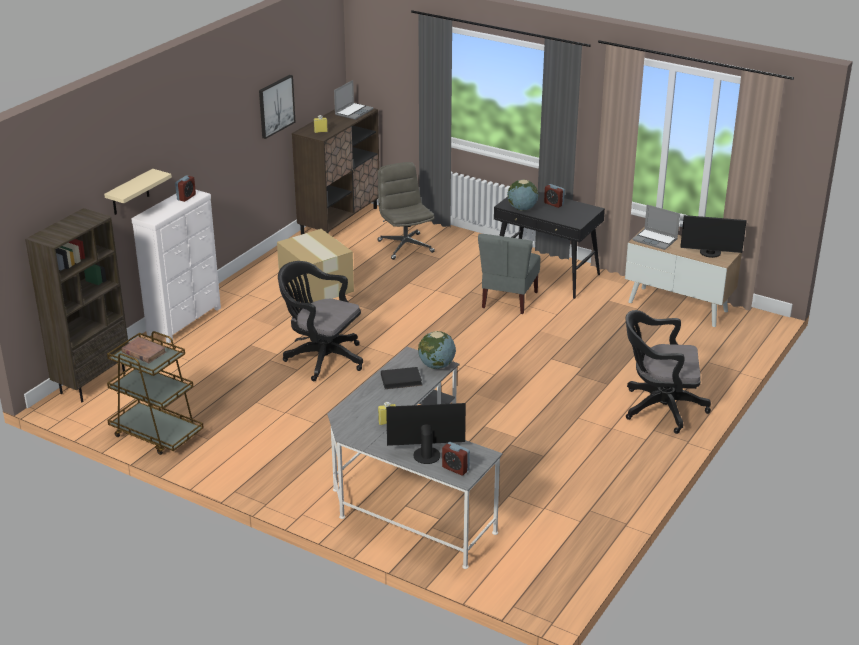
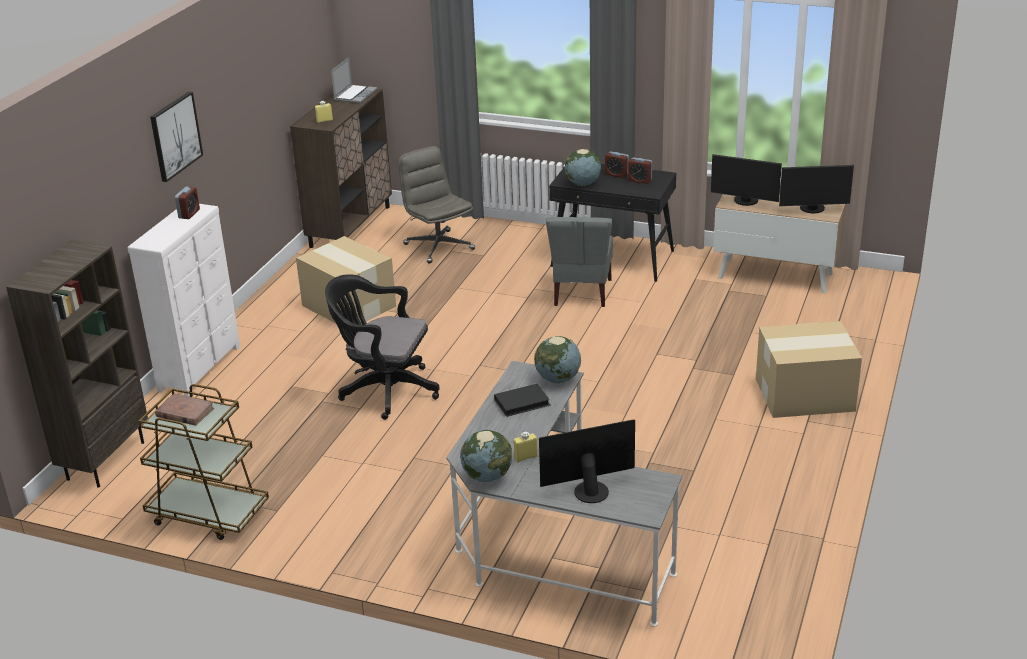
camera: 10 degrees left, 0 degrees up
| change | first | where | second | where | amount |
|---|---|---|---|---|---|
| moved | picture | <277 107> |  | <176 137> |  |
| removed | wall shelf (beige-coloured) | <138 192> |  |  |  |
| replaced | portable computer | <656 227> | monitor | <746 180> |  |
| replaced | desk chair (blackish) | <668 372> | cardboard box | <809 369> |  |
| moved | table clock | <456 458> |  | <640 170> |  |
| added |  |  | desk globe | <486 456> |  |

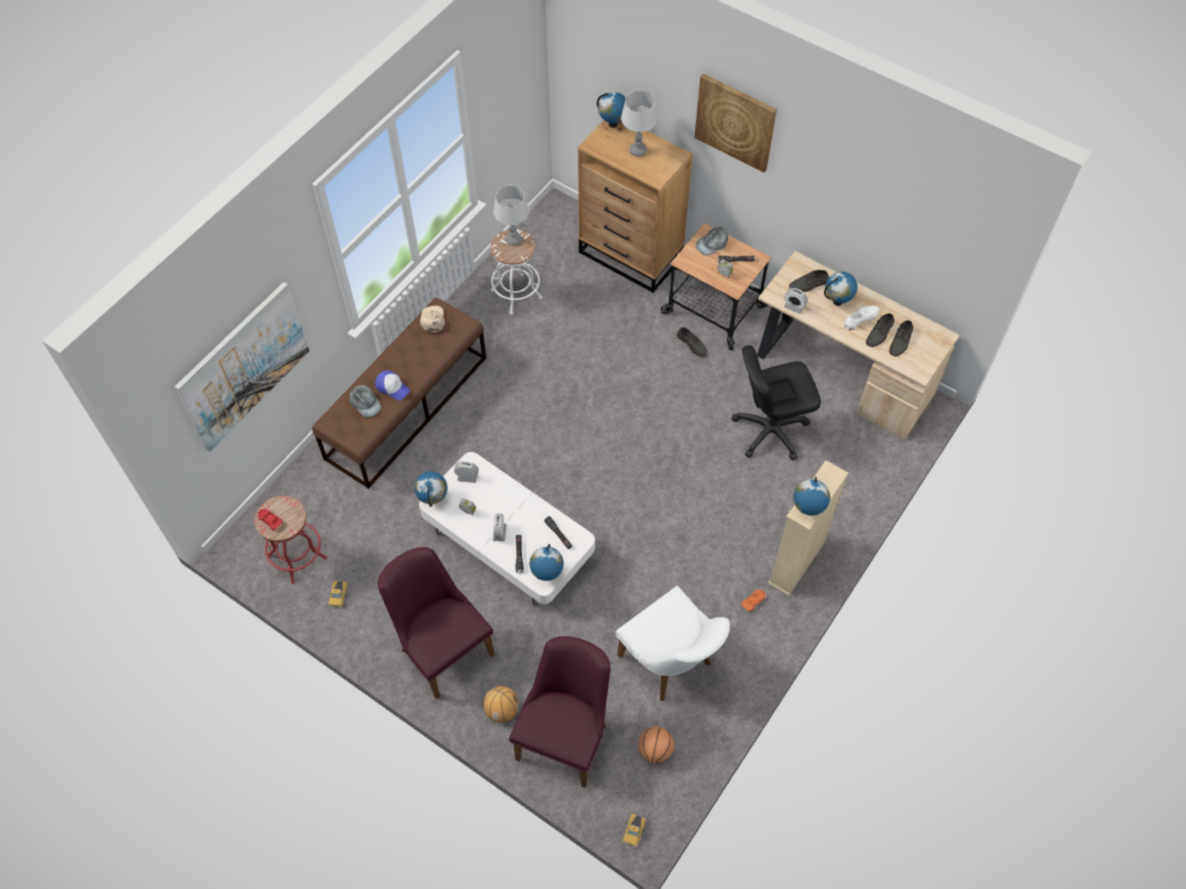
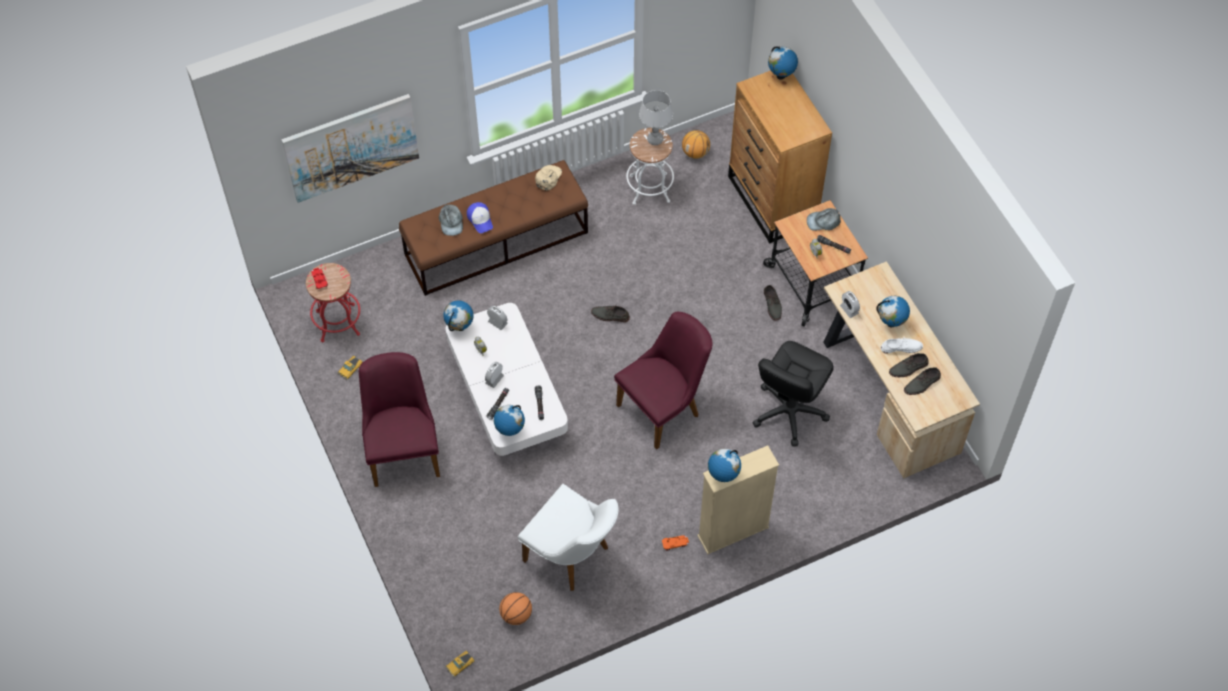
camera: 30 degrees right, 0 degrees up
| change | first | where | second | where | amount |
|---|---|---|---|---|---|
| removed | picture | <735 123> |  |  |  |
| removed | table lamp (greyish) | <639 123> |  |  |  |
| moved | item of footwear (greyish) | <809 281> |  | <610 313> |  |
| turned | desk chair (blackish) | <776 403> |  | <793 394> | 75 degrees counterclockwise |
| turned | upright chair (white-coloured) | <673 643> |  | <568 537> | 45 degrees counterclockwise |
| moved | upright chair (purple-coloured) | <559 712> |  | <663 381> |  |
| moved | basketball ball | <501 704> |  | <696 144> |  |

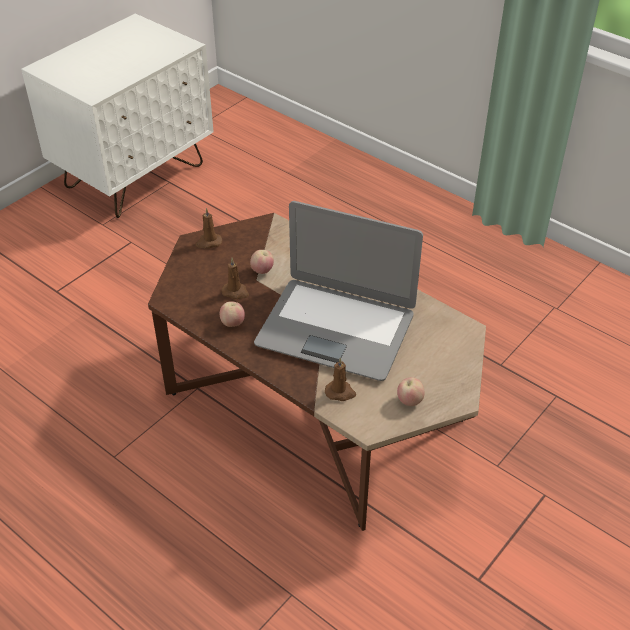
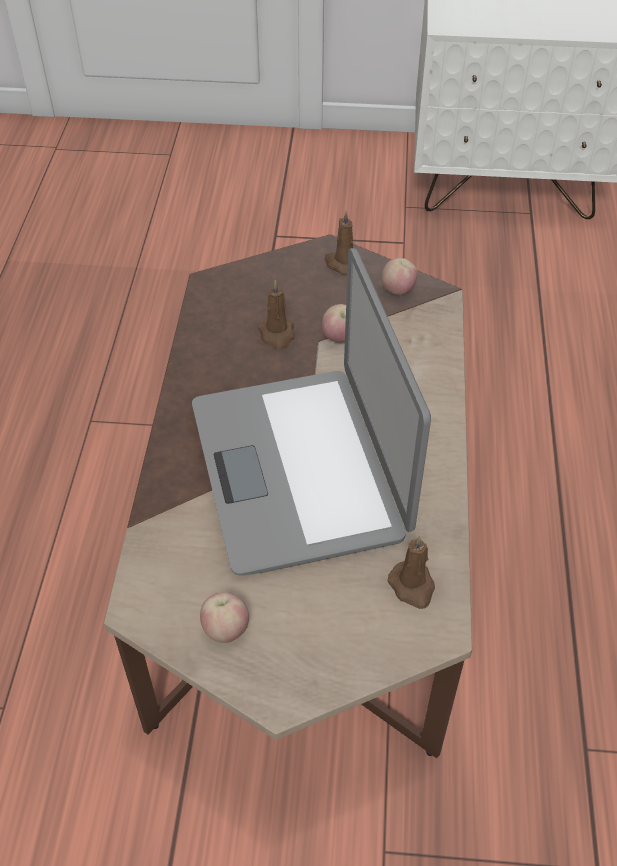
camera: 55 degrees right, 5 degrees up
| change | first | where | second | where | amount |
|---|---|---|---|---|---|
| moved | apple fruit | <232 314> |  | <399 276> |  |
| moved | wax light (brown-coloured) | <340 379> |  | <411 572> |  |

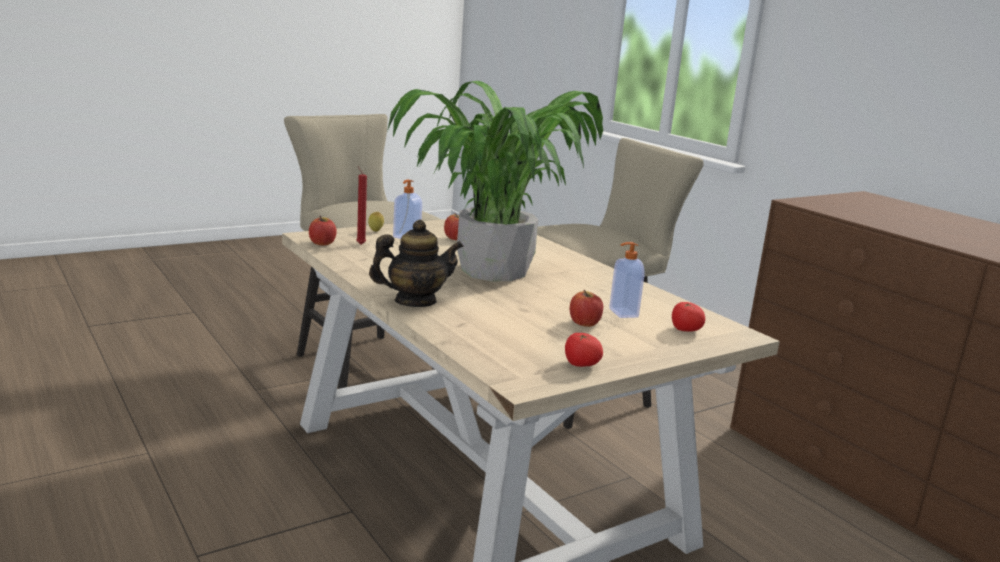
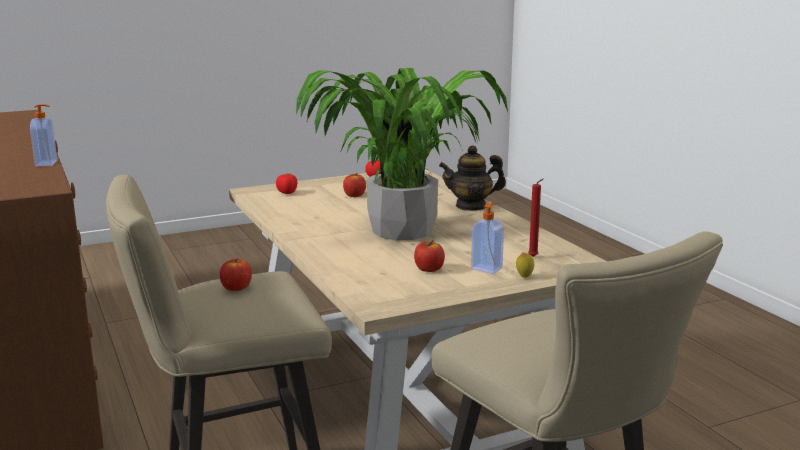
camera: 170 degrees left, 0 degrees up
| change | first | where | second | where | amount |
|---|---|---|---|---|---|
| moved | apple fruit | <323 231> |  | <236 275> |  |
| moved | soap bottle | <627 280> |  | <43 135> |  |

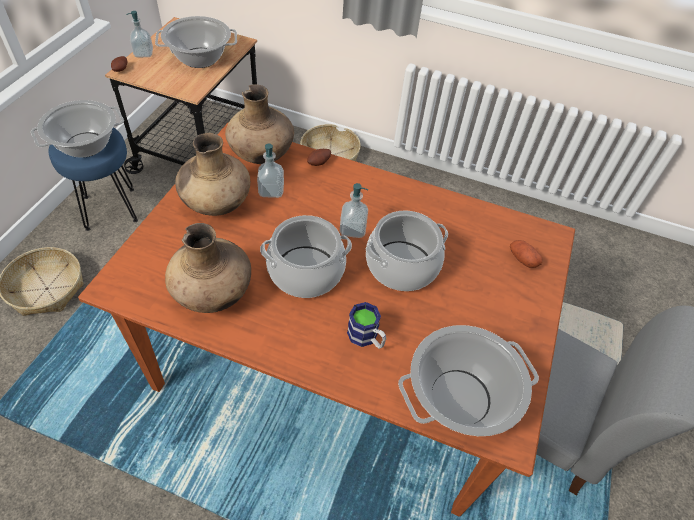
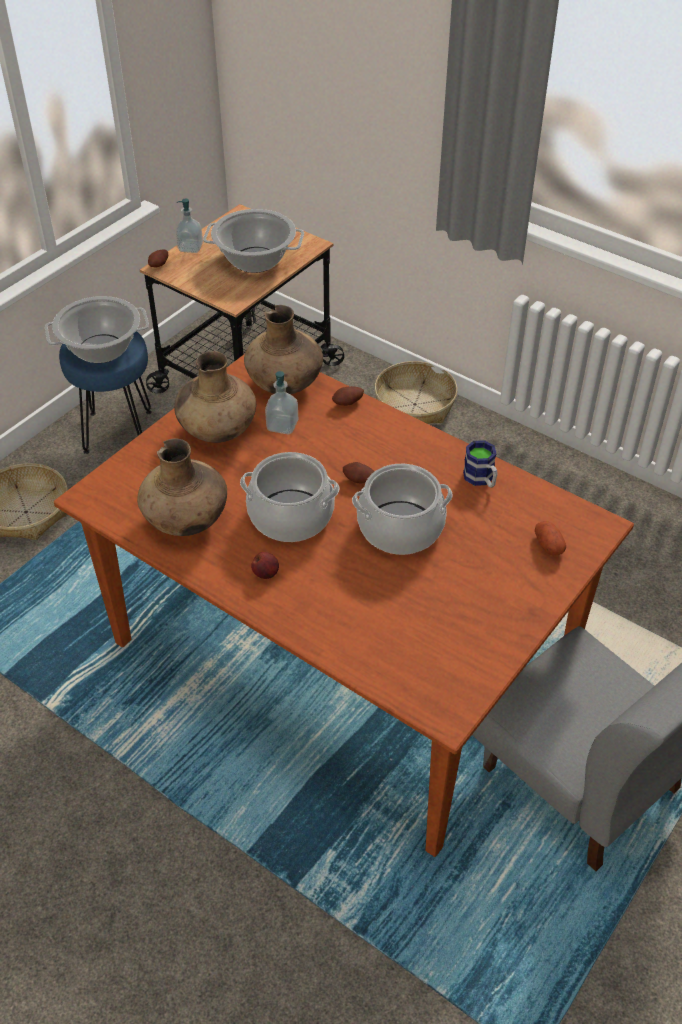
camera: 20 degrees right, 5 degrees down
| change | first | where | second | where | amount |
|---|---|---|---|---|---|
| replaced | soap bottle | <354 210> | spud | <359 472> |  |
| moved | tea mug | <366 325> |  | <480 464> |  |
| removed | cooking pot | <468 380> |  |  |  |
| added |  |  | apple fruit | <265 565> |  |

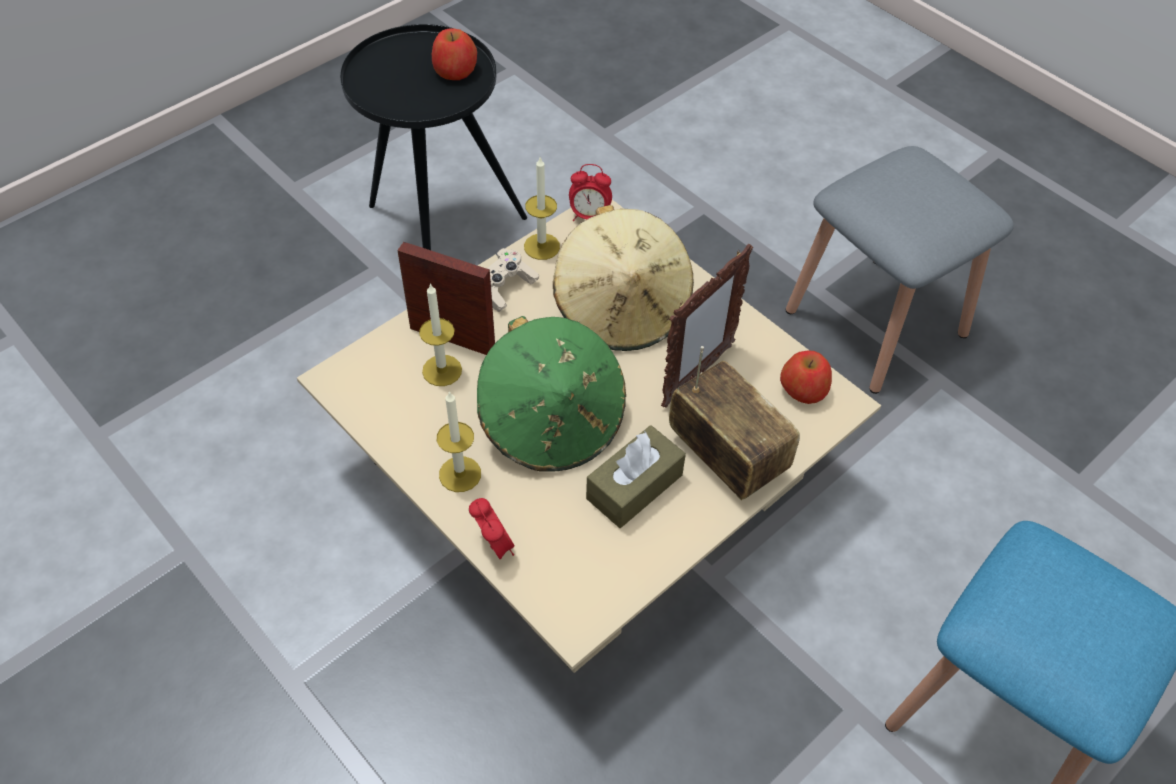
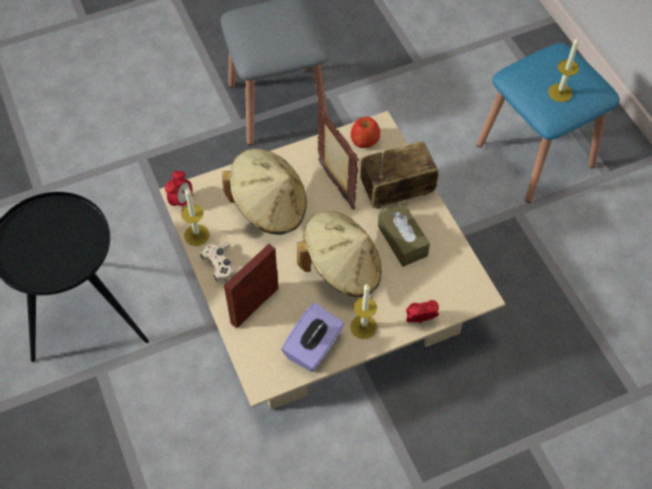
camera: 70 degrees left, 5 degrees up
| change | first | where | second | where | amount |
|---|---|---|---|---|---|
| removed | apple fruit | <454 54> |  |  |  |
| moved | wax light | <440 334> |  | <563 69> |  |
| recoloured | clothing hat (green-coloured) | <551 394> | clothing hat (beige-coloured) | <339 254> |  |
| added |  |  | tissue box (purple-coloured) | <312 337> |  |

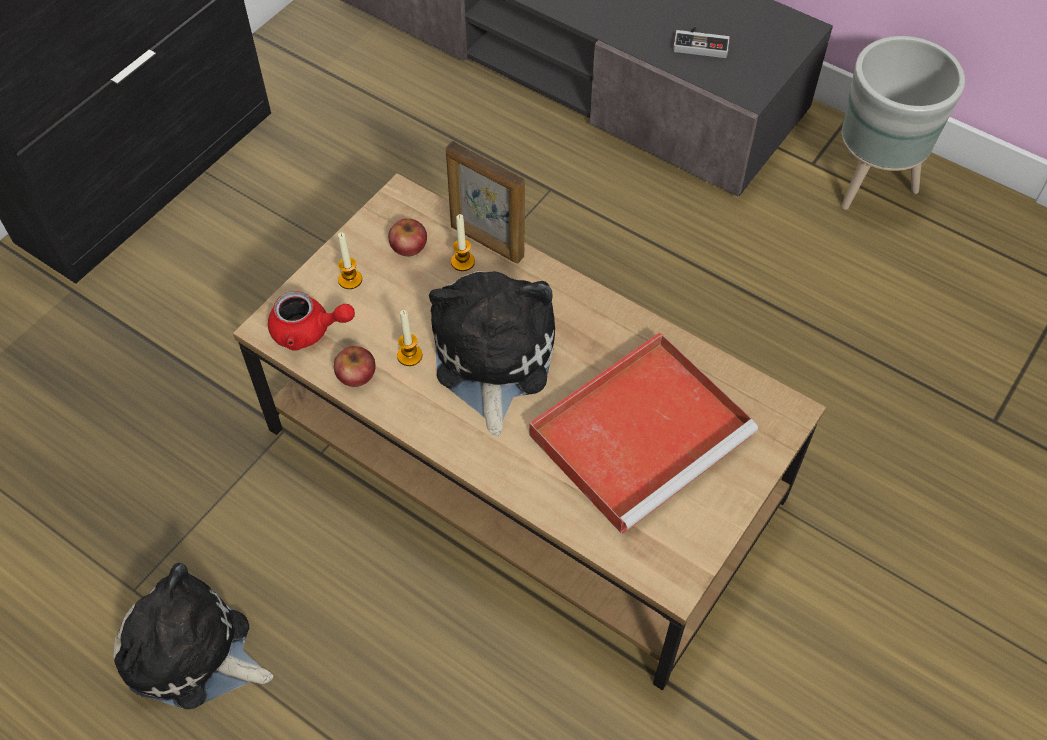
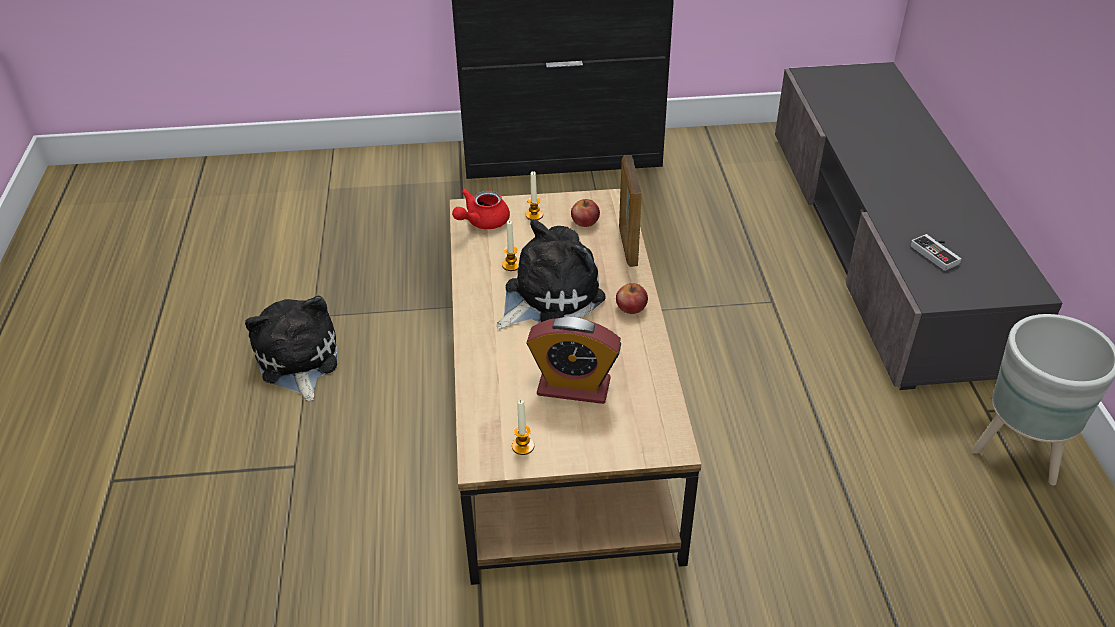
camera: 50 degrees right, 15 degrees down
| change | first | where | second | where | amount |
|---|---|---|---|---|---|
| moved | wax light | <463 242> |  | <523 427> |  |
| turned | teapot (red) | <311 321> |  | <481 209> | 75 degrees clockwise |
| replaced | carrying tray (red) | <643 433> | table clock | <574 360> |  |
| moved | apple fruit | <355 366> |  | <632 298> |  |

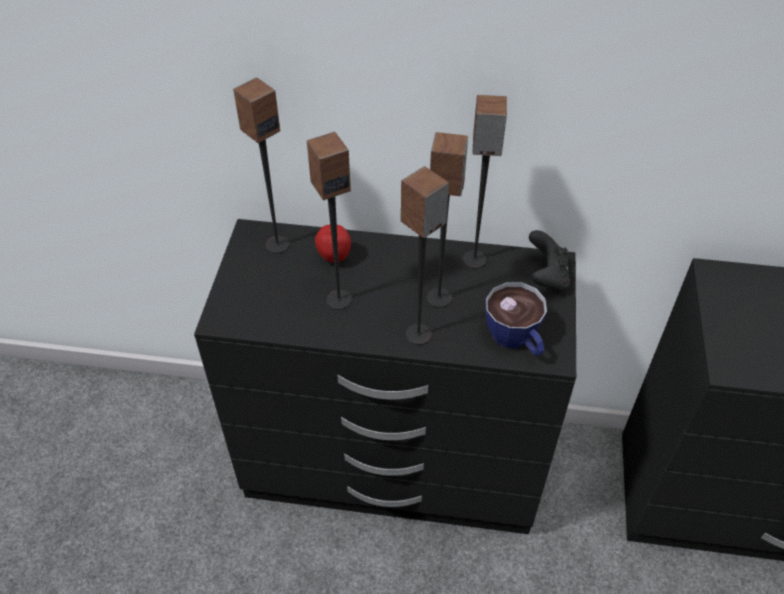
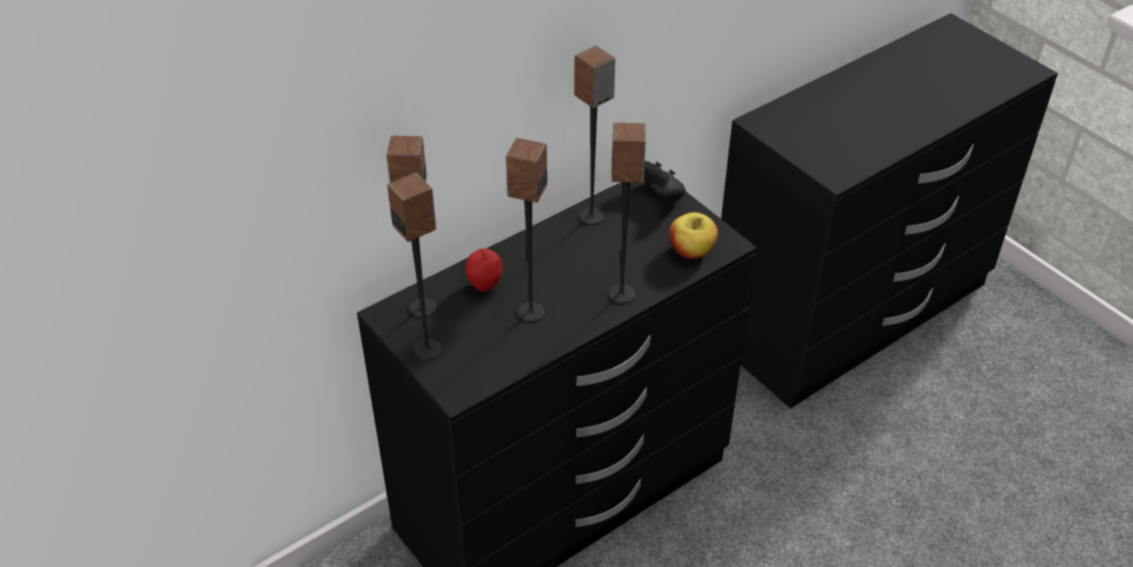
camera: 45 degrees left, 5 degrees down
| change | first | where | second | where | amount |
|---|---|---|---|---|---|
| moved | loudspeaker | <447 220> |  | <414 266> |  |
| replaced | drinking cup | <516 319> | apple fruit | <694 235> |  |

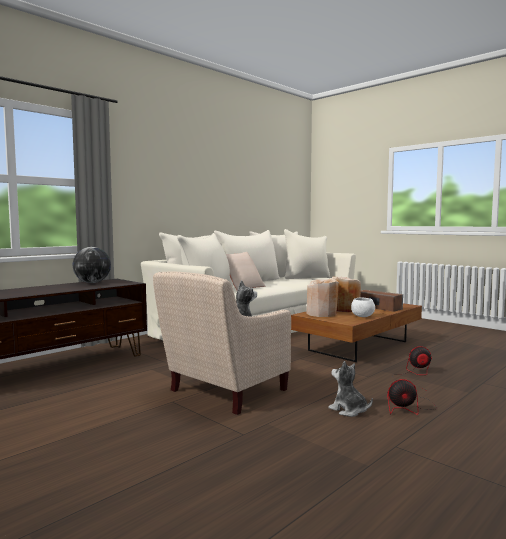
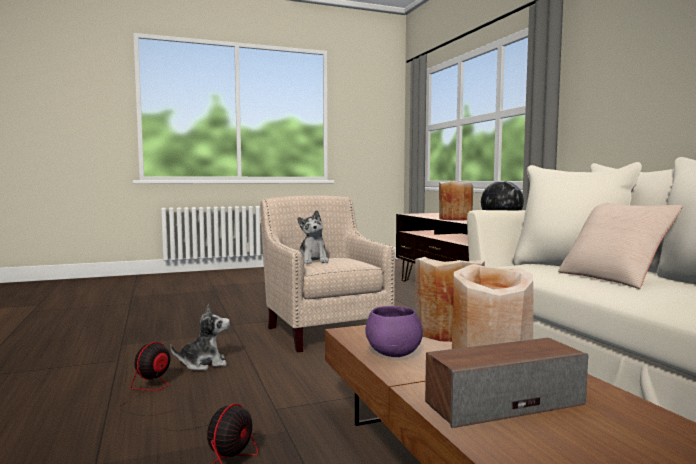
camera: 115 degrees right, 0 degrees up
| change | first | where | second | where | amount |
|---|---|---|---|---|---|
| recoloured | bowl (white-coloured) | <363 307> | bowl (purple-coloured) | <394 331> |  |
| added |  |  | flower vase (beige-coloured) | <456 201> |  |

